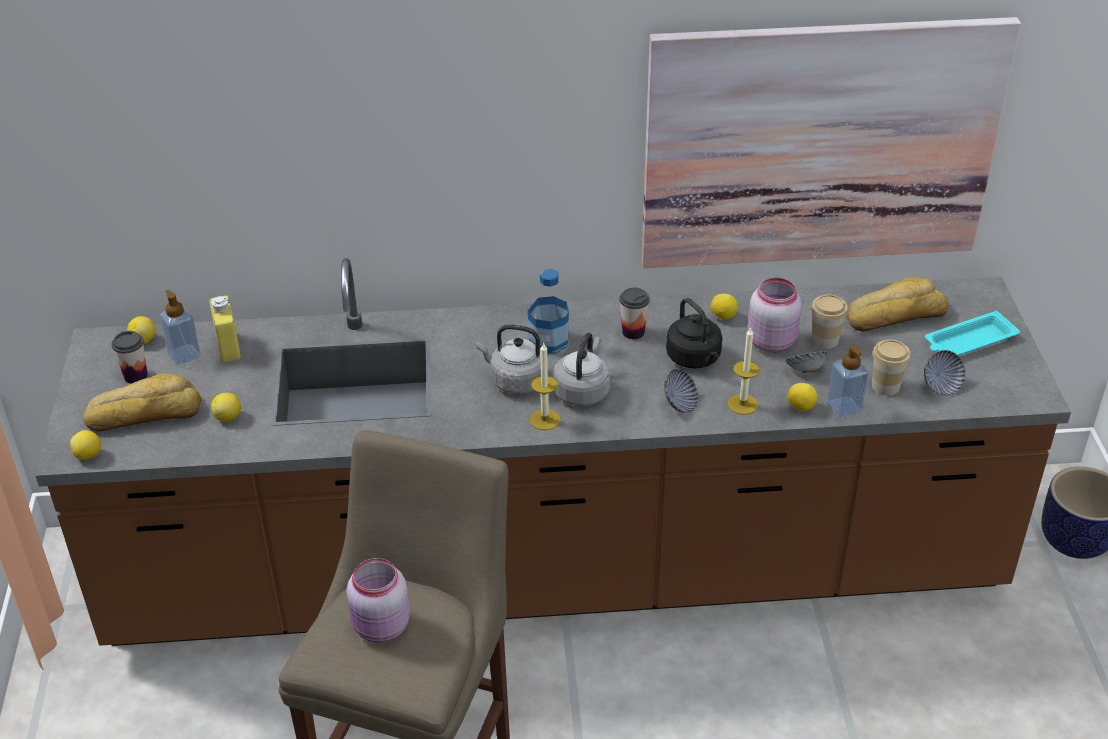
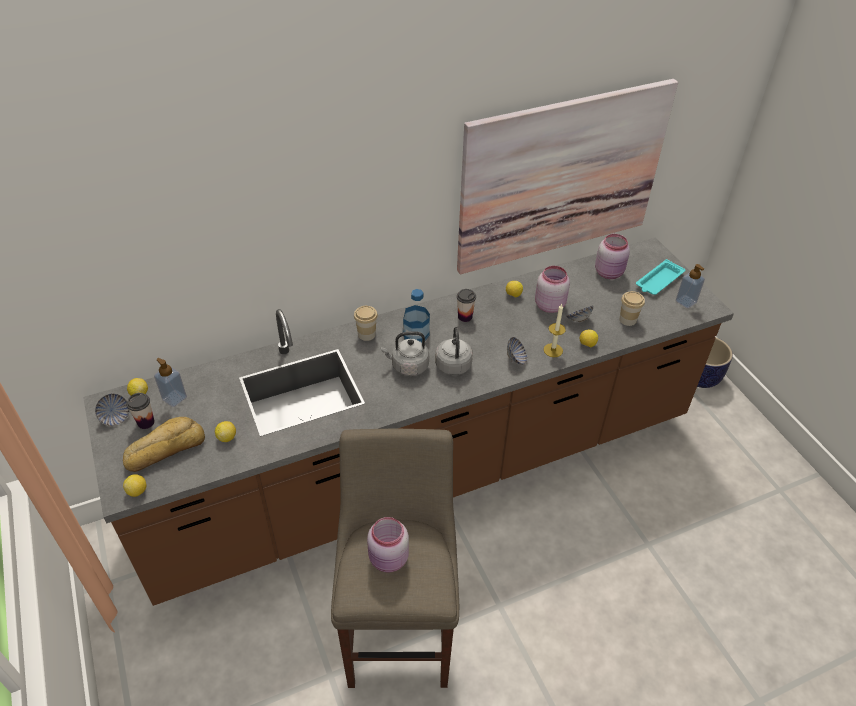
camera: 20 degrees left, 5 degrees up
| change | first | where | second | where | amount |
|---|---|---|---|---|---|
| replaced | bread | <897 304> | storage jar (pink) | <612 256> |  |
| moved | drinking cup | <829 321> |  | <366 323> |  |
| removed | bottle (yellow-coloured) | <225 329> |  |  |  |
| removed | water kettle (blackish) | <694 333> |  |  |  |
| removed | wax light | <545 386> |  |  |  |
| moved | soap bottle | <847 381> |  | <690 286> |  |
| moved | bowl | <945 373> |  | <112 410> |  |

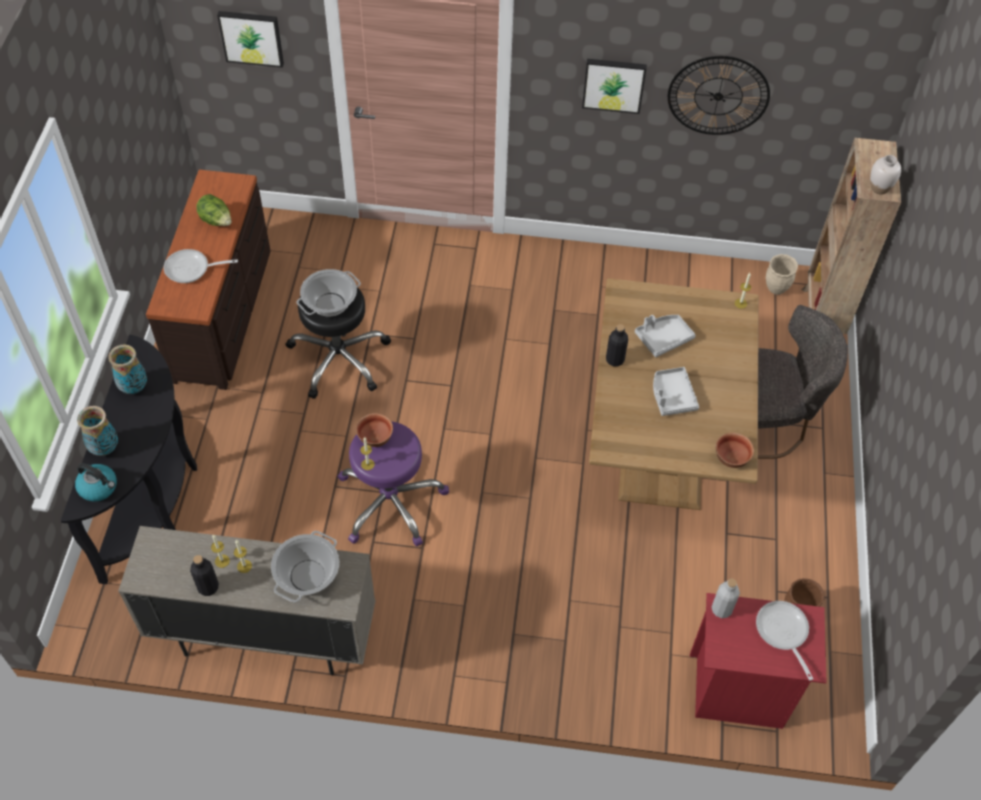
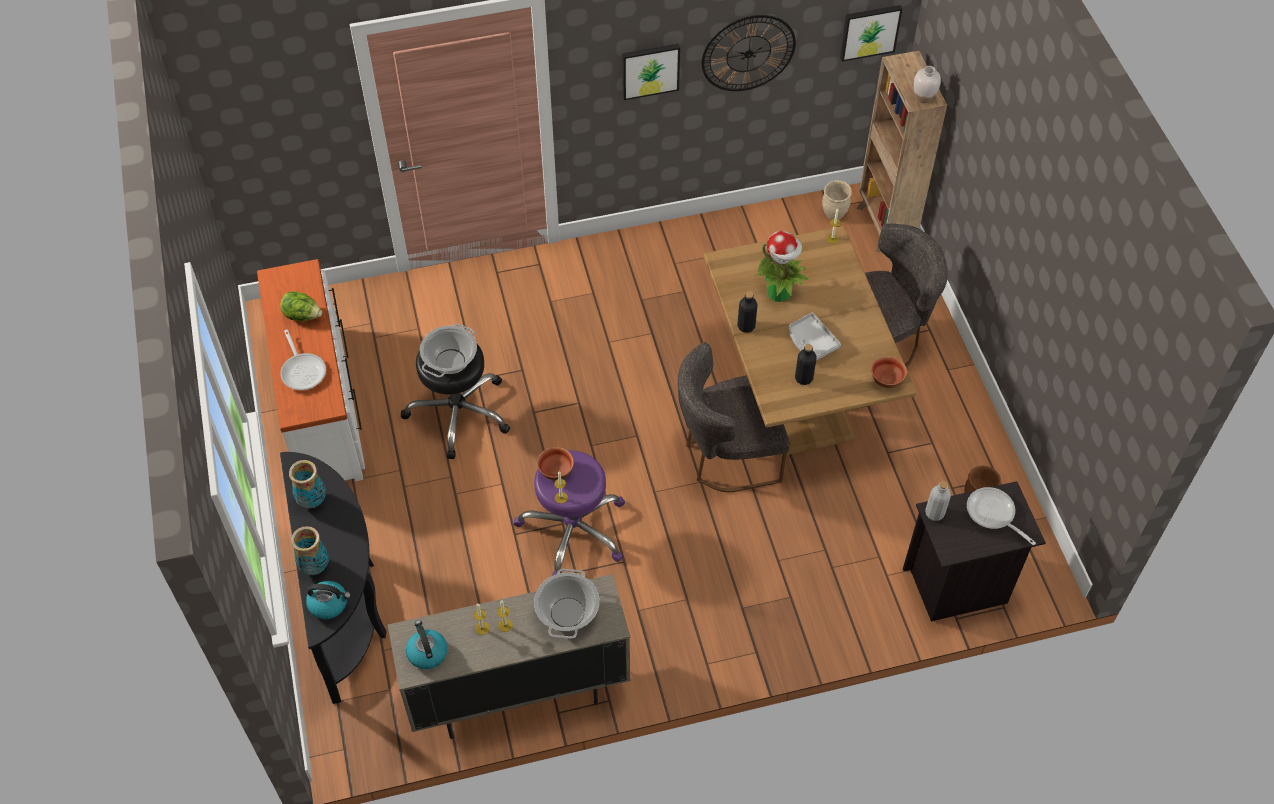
camera: 20 degrees left, 0 degrees up
| change | first | where | second | where | amount |
|---|---|---|---|---|---|
| moved | picture | <250 39> |  | <871 33> |  |
| recoloured | chest of drawers (brown-coloured) | <208 280> | chest of drawers (white-coloured) | <311 370> |  |
| turned | frying pan | <201 266> |  | <303 359> | 90 degrees counterclockwise |
| replaced | carrying tray (greyish) | <665 336> | houseplant | <782 266> |  |
| moved | bottle (blackish) | <204 575> |  | <806 364> |  |
| recoloured | night table (red) | <758 661> | night table (blackish) | <974 551> |  |
| added |  |  | upright chair (greyish) | <734 417> |  |
| added |  |  | water kettle | <426 644> |  |

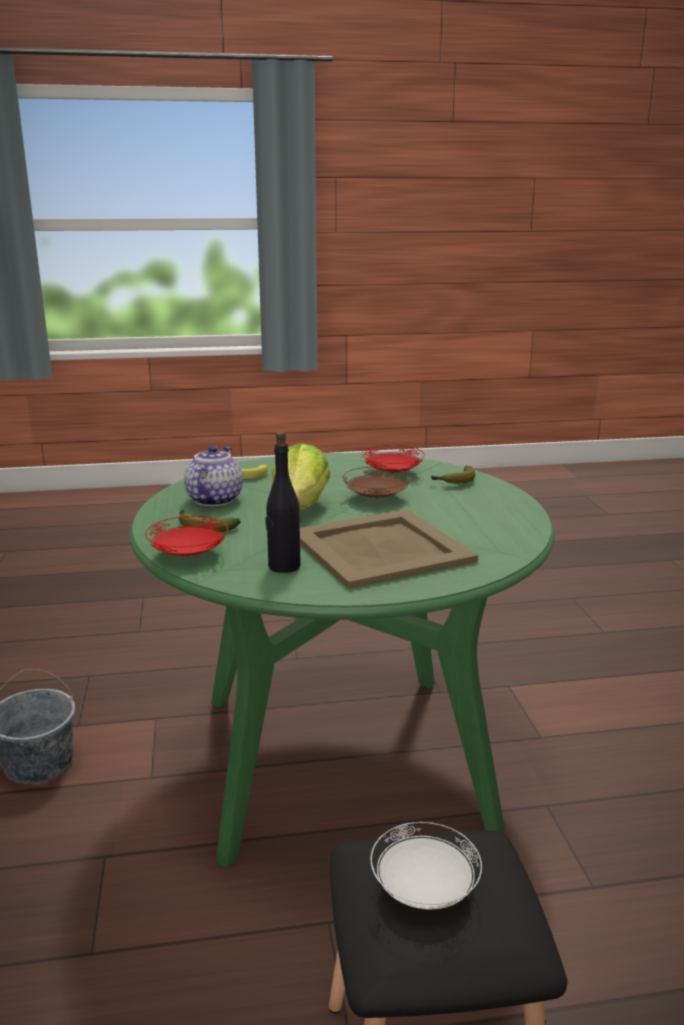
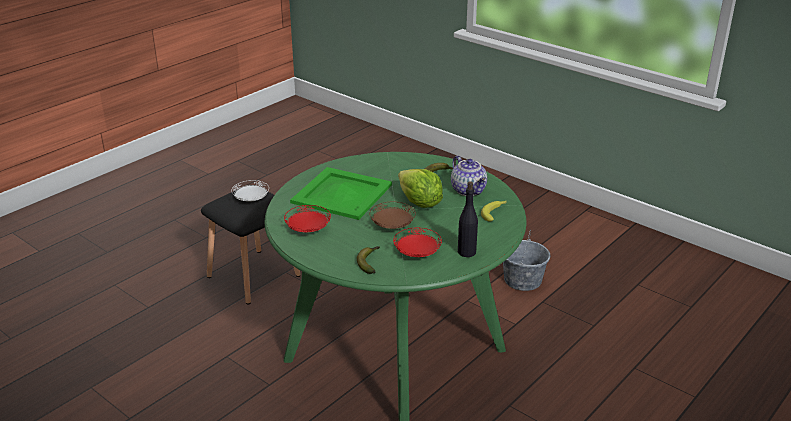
camera: 140 degrees right, 10 degrees up
| change | first | where | second | where | amount |
|---|---|---|---|---|---|
| moved | bottle (blackish) | <283 502> |  | <468 219> |  |
| recoloured | carrying tray (beige-coloured) | <389 549> | carrying tray (green-coloured) | <341 193> |  |
| moved | plate (red) | <186 536> |  | <307 218> |  |

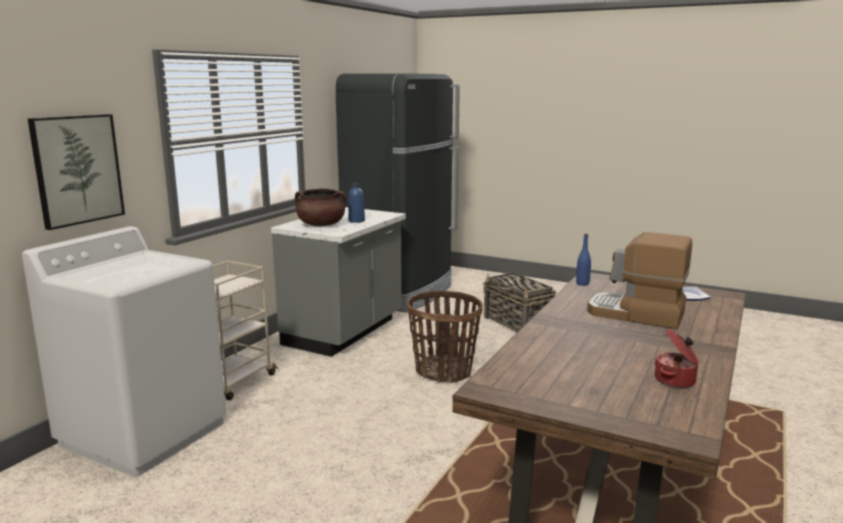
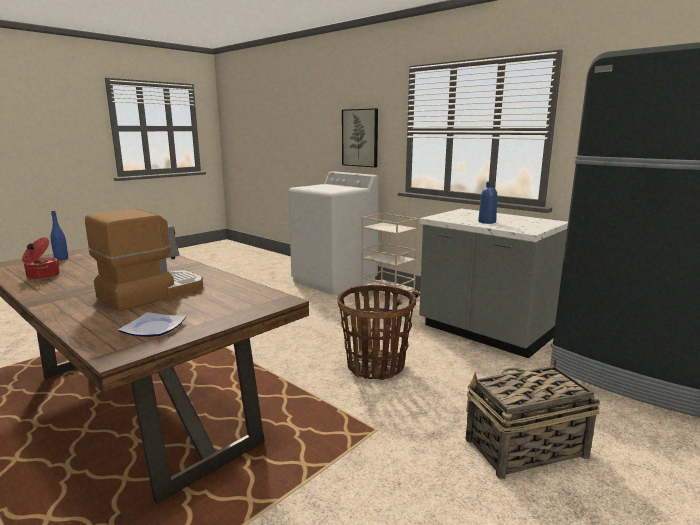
camera: 105 degrees right, 0 degrees up
| change | first | where | second | where | amount |
|---|---|---|---|---|---|
| removed | cooking pot (brown-coloured) | <320 207> |  |  |  |
| moved | bottle (blue-coloured) | <583 260> |  | <59 235> |  |

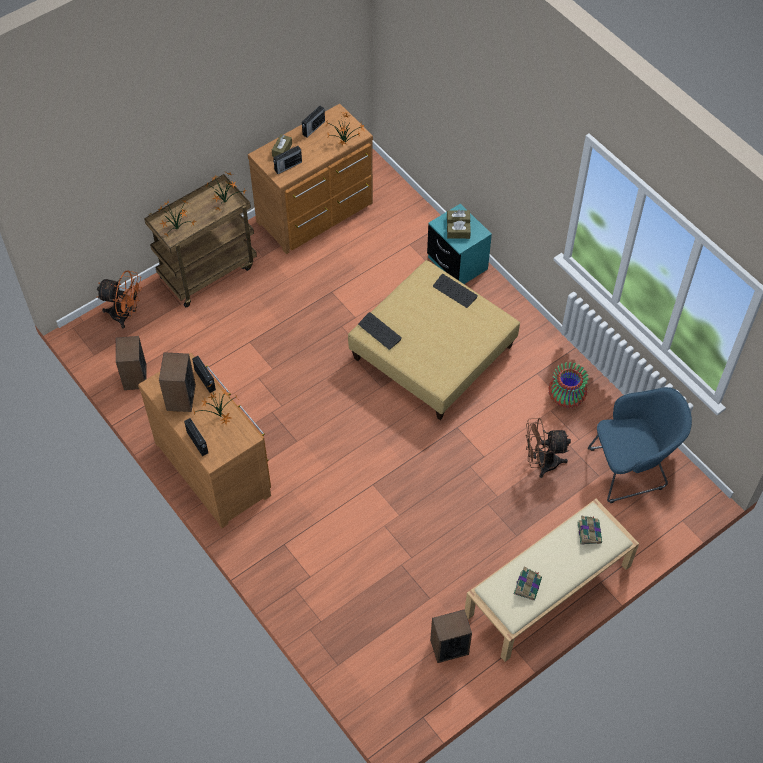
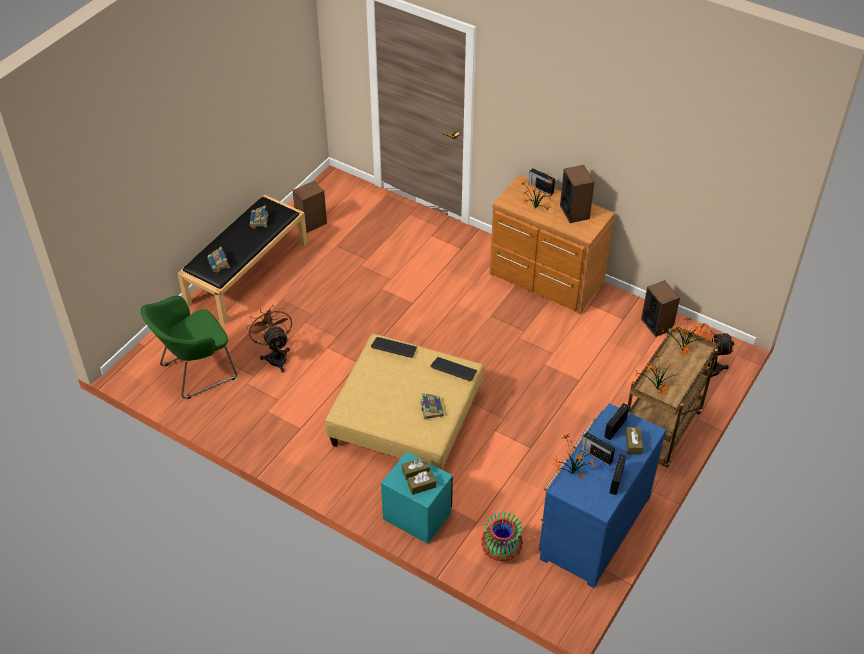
camera: 160 degrees right, 10 degrees down
| change | first | where | second | where | amount |
|---|---|---|---|---|---|
| recoloured | chest of drawers (brown-coloured) | <310 179> | chest of drawers (blue-coloured) | <602 495> |  |
| moved | PC keyboard | <455 291> |  | <394 347> |  |
| moved | radio receiver | <204 374> |  | <598 449> |  |
| moved | flower vase | <568 385> |  | <502 537> |  |
| recoloured | easy chair (blue-coloured) | <640 445> | easy chair (green-coloured) | <188 347> |  |
| turned | fan (brown-coloured) | <548 448> |  | <269 338> | 90 degrees counterclockwise |
| recoloured | indoor bench (beige-coloured) | <552 580> | indoor bench (blackish) | <242 259> |  |
| added |  |  | volume | <432 406> |  |

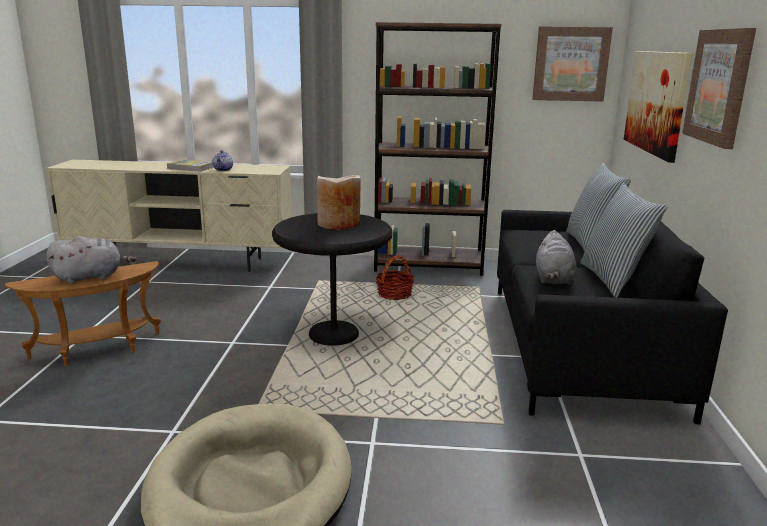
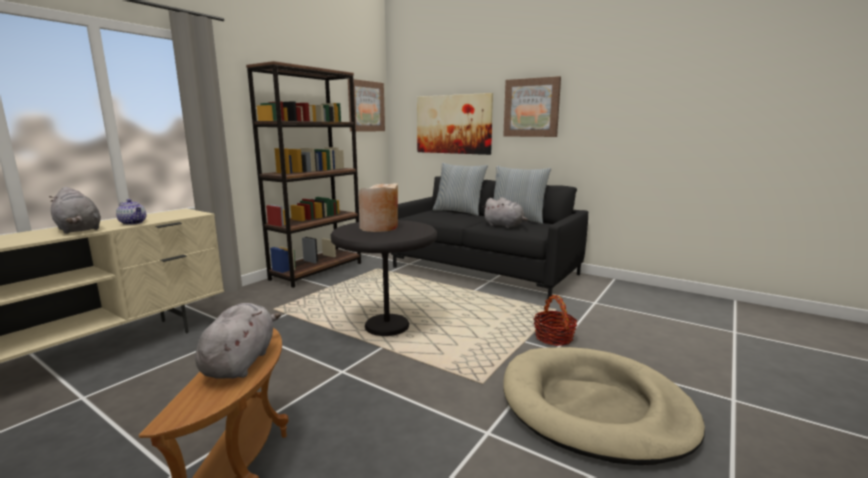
camera: 60 degrees left, 5 degrees down
| change | first | where | second | where | amount |
|---|---|---|---|---|---|
| replaced | volume | <190 165> | cuddly toy (greyish) | <75 210> |  |
| moved | storage basket | <395 278> |  | <555 320> |  |

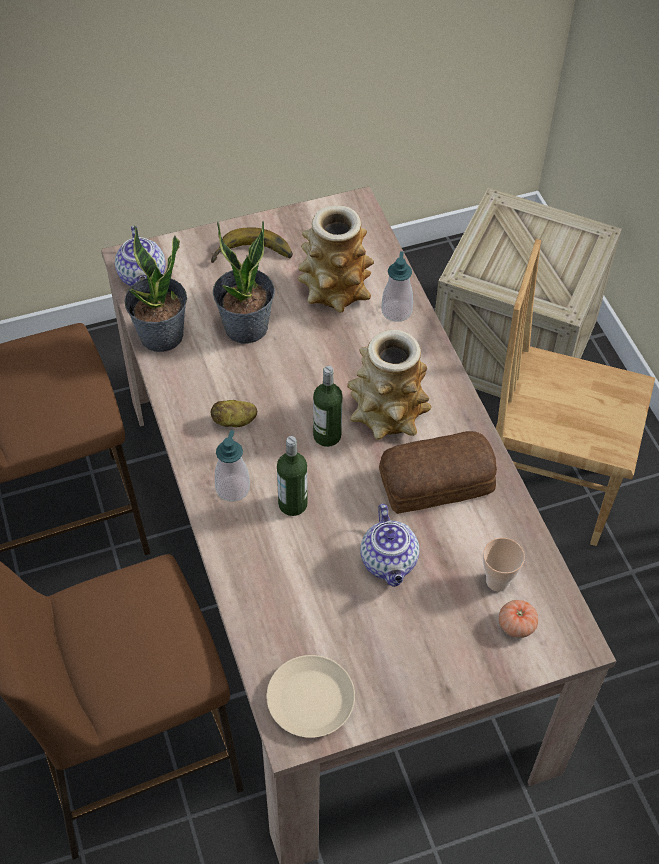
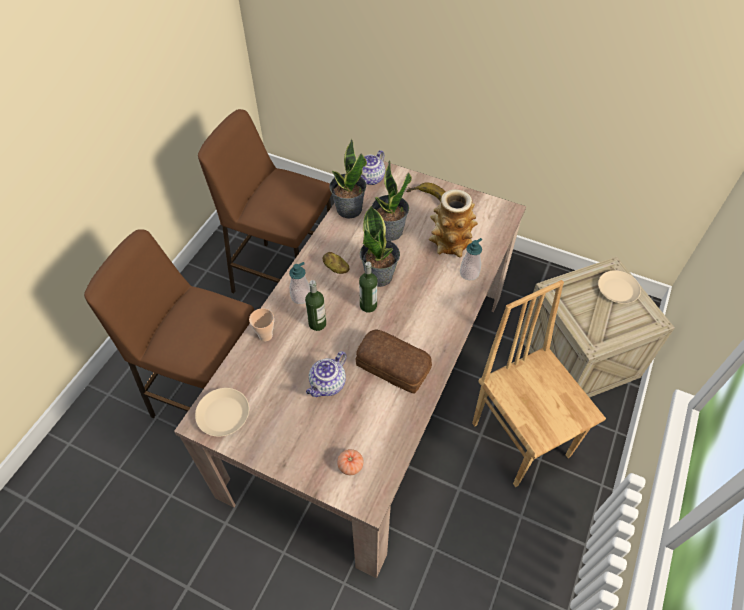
camera: 45 degrees right, 0 degrees up
| change | first | where | second | where | amount |
|---|---|---|---|---|---|
| removed | flower vase | <389 385> |  |  |  |
| moved | drinking cup | <504 565> |  | <261 324> |  |
| added |  |  | houseplant | <380 246> |  |
| added |  |  | plate (beige-coloured) | <619 287> |  |

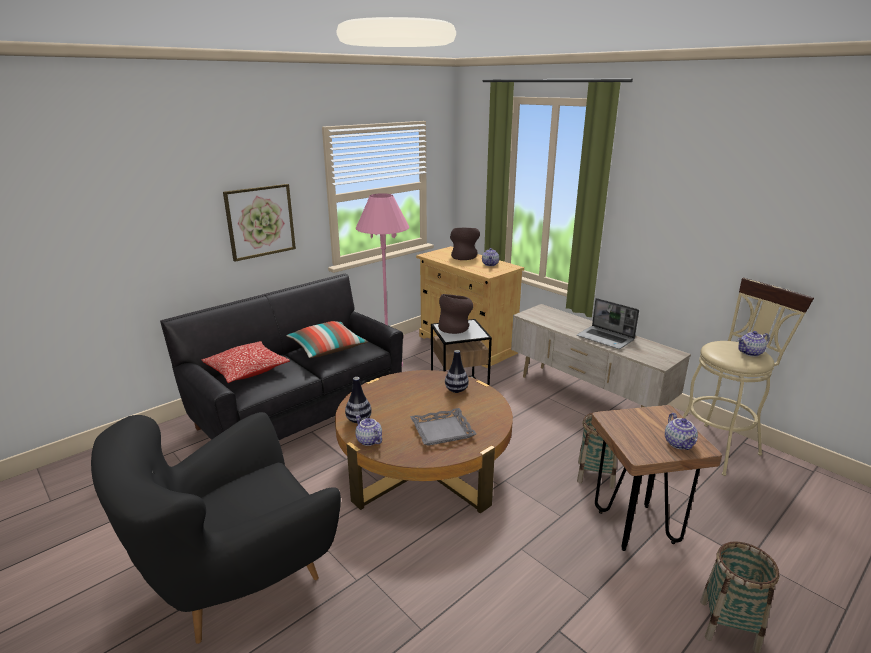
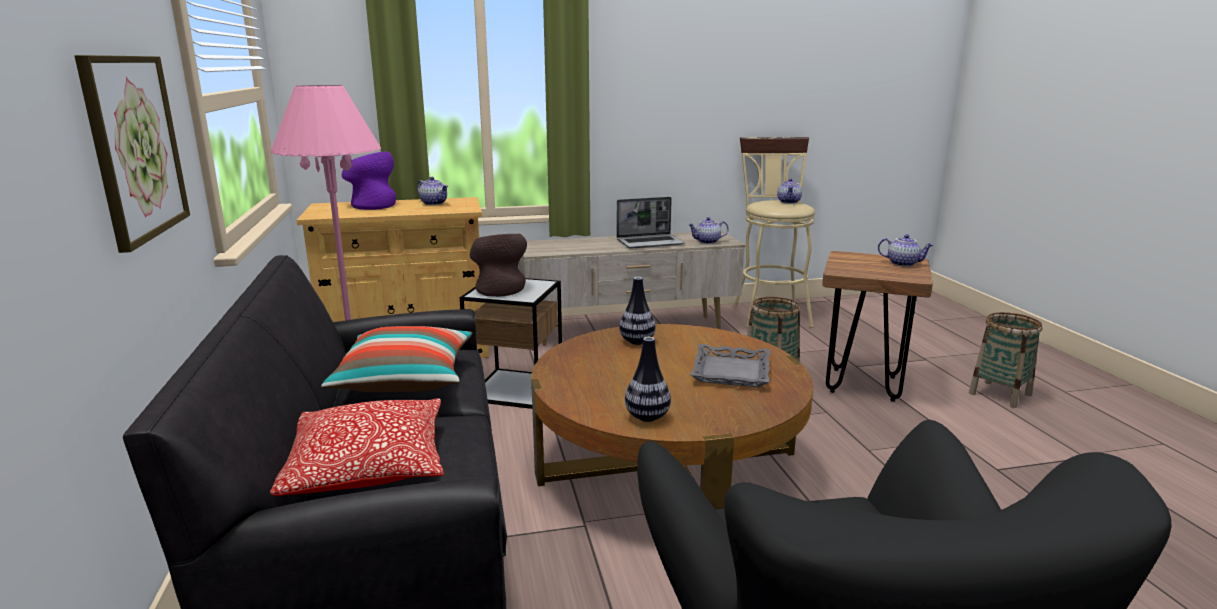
camera: 60 degrees left, 5 degrees down
| change | first | where | second | where | amount |
|---|---|---|---|---|---|
| recoloured | flower vase (brown-coloured) | <465 244> | flower vase (purple-coloured) | <369 181> |  |
| moved | teapot | <368 430> |  | <708 230> |  |

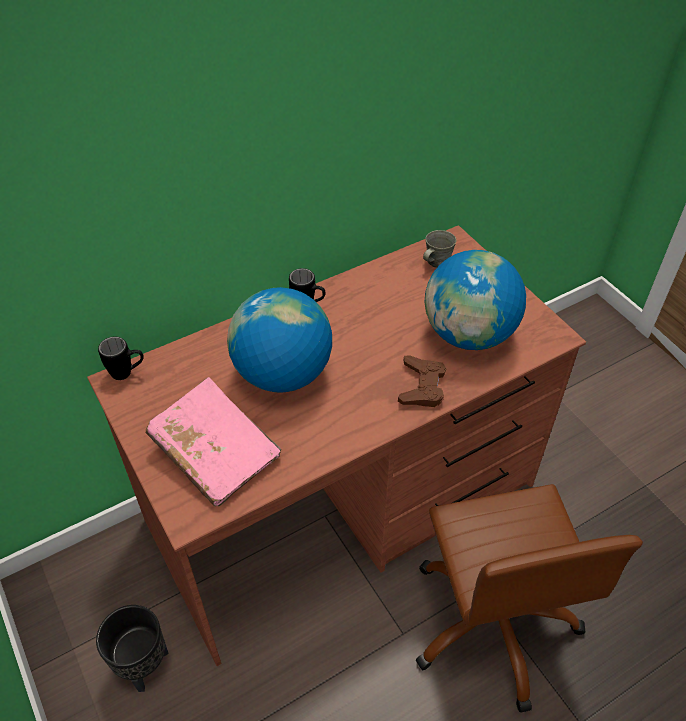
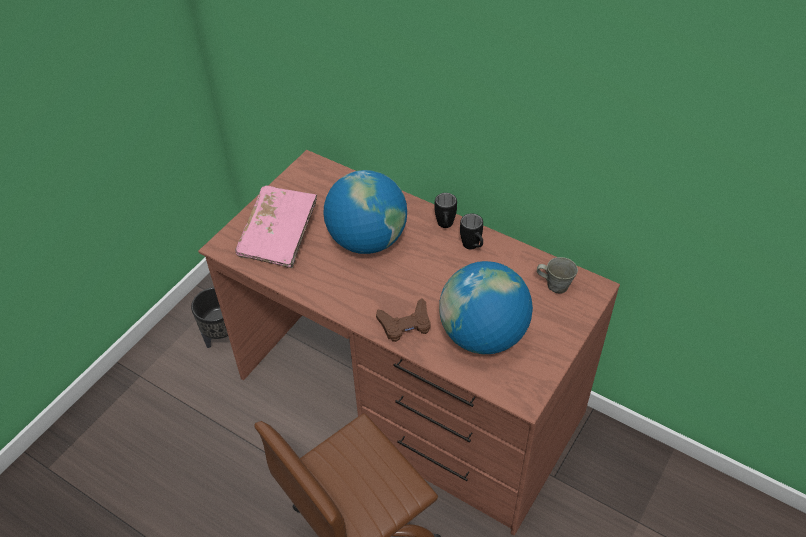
camera: 65 degrees right, 0 degrees up
| change | first | where | second | where | amount |
|---|---|---|---|---|---|
| moved | tea mug (blackish) | <121 358> |  | <471 231> |  |

